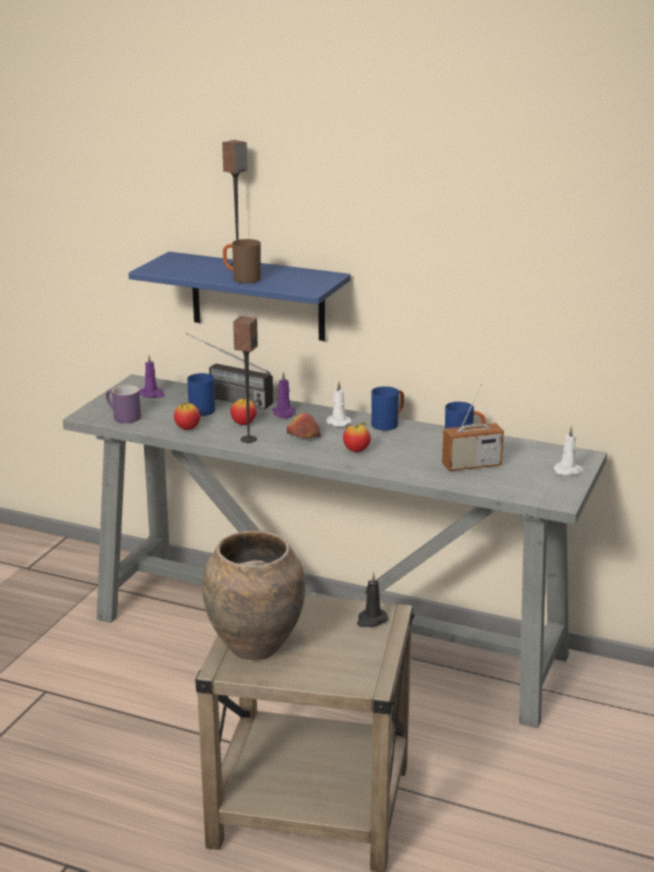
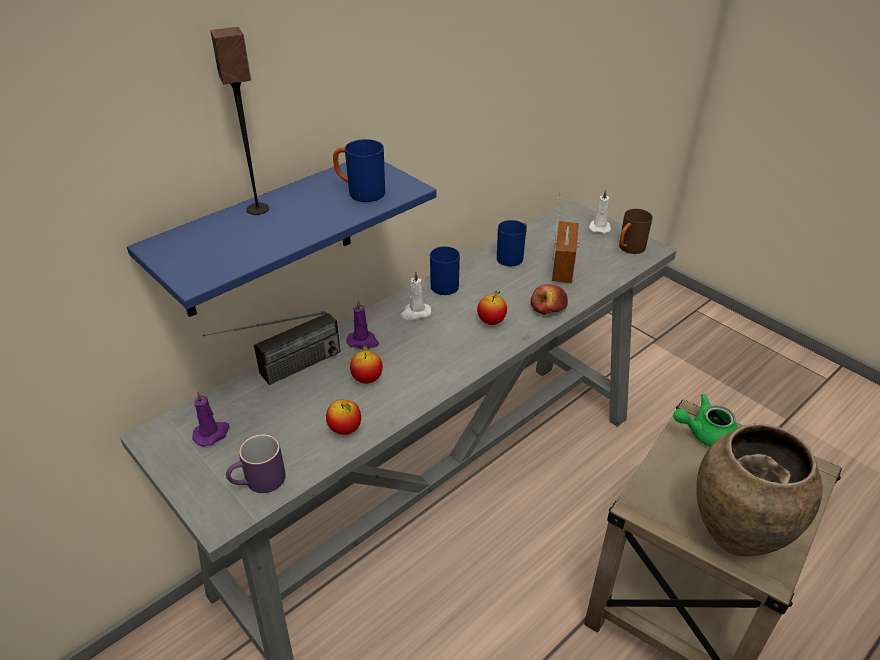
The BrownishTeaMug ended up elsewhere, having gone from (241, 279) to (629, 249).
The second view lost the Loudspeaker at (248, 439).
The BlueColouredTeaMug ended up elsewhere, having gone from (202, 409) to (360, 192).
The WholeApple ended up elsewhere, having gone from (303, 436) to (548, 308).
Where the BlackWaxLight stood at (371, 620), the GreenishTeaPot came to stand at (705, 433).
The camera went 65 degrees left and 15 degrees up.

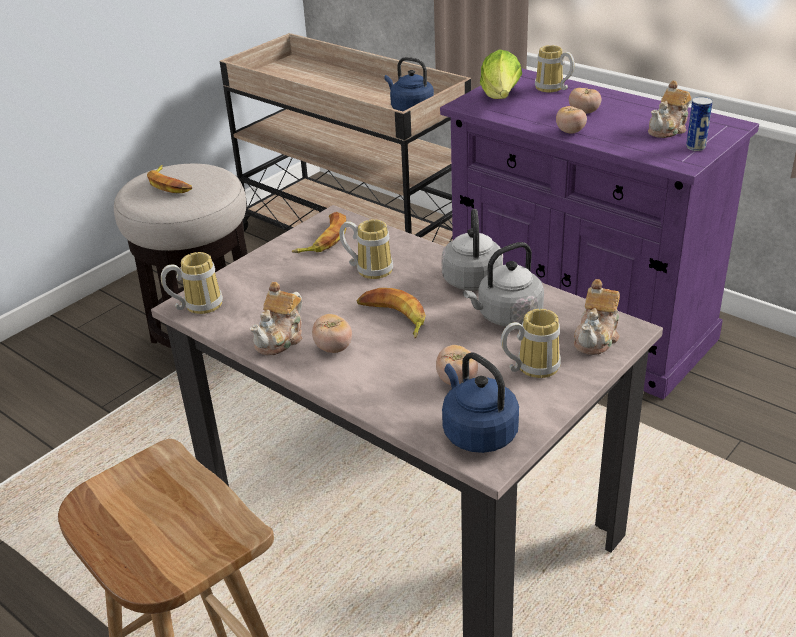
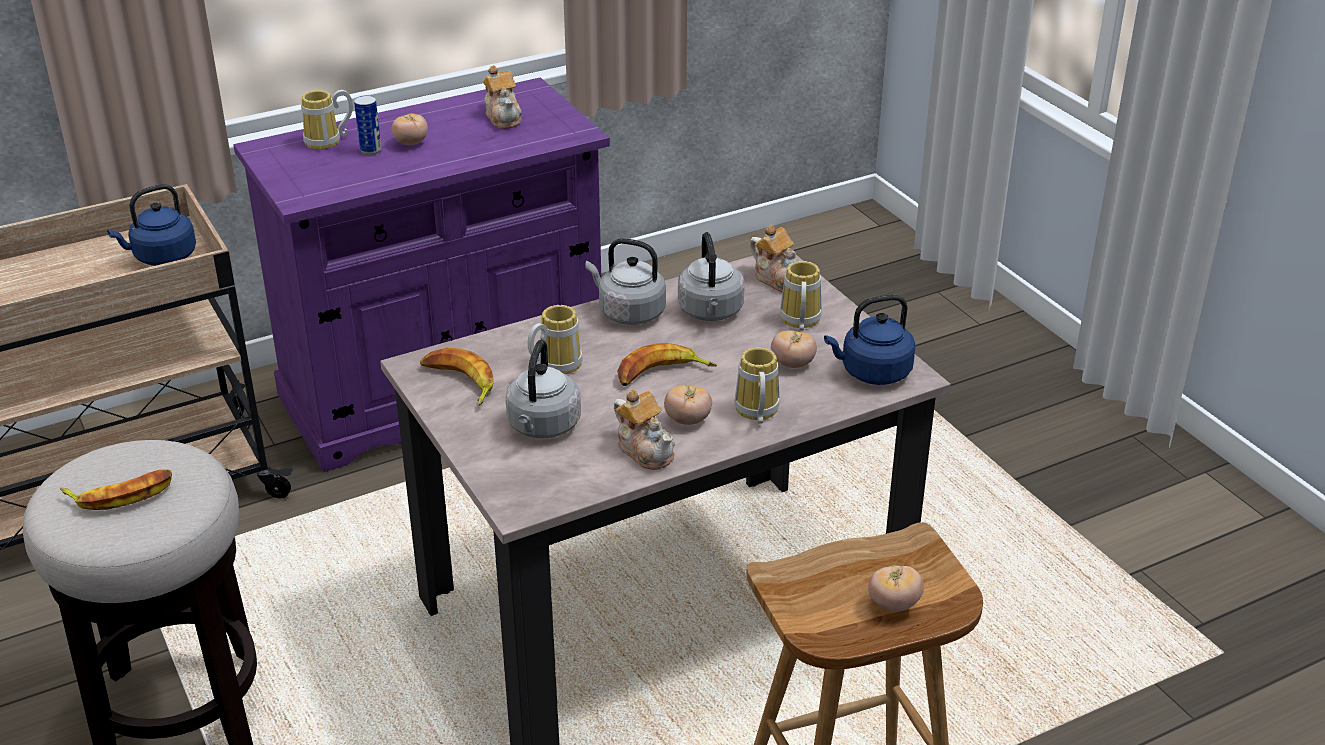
The second view lost the Lettuce at (500, 98).
The MetalCan ended up elsewhere, having gone from (695, 147) to (370, 150).
The WholeTomato ended up elsewhere, having gone from (570, 132) to (893, 604).
The TeaMug ended up elsewhere, having gone from (198, 305) to (754, 412).
The second view gained the GreyishTeaKettle at (543, 427).
The camera went 70 degrees left and 0 degrees up.

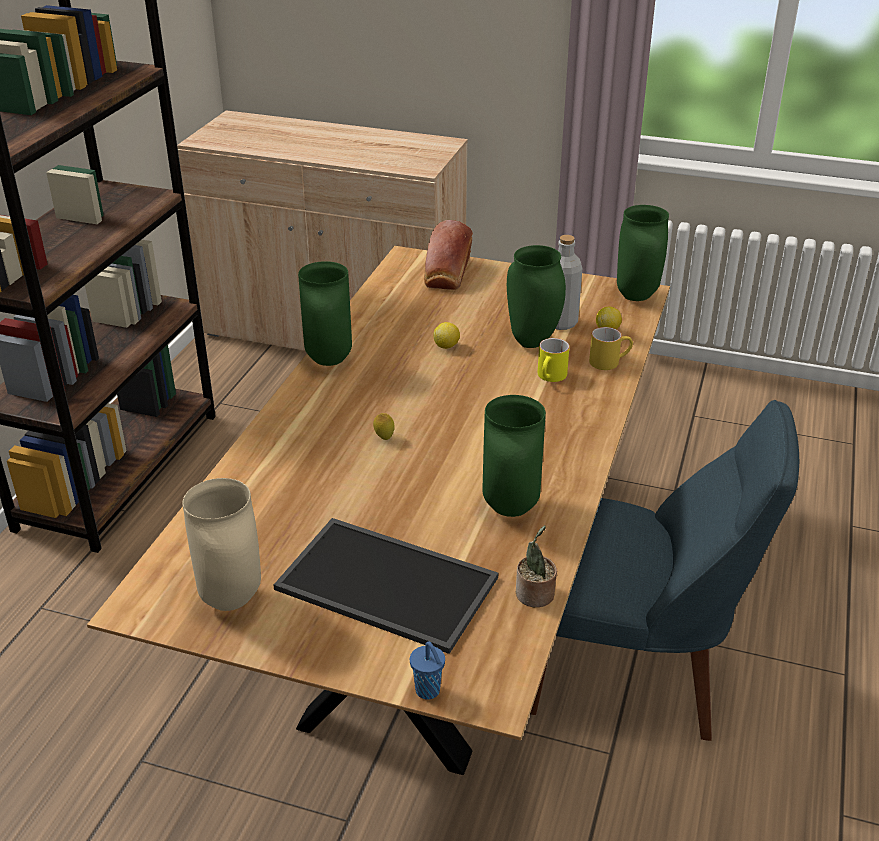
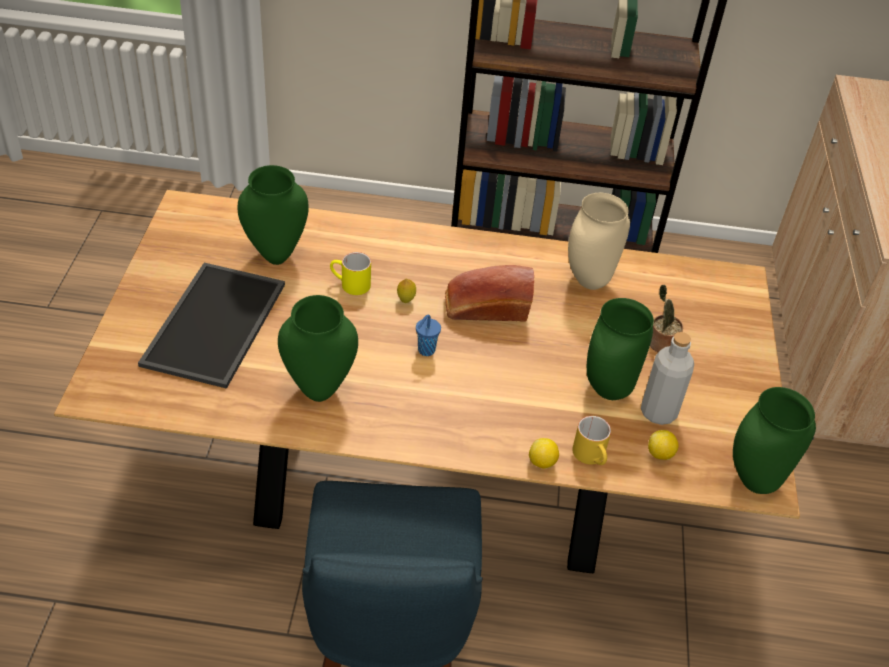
The BakedBread ended up elsewhere, having gone from (447, 274) to (485, 308).
The GreenishVase ended up elsewhere, having gone from (327, 360) to (276, 255).
The WholeLemon ended up elsewhere, having gone from (446, 346) to (542, 462).
The YellowTeaMug ended up elsewhere, having gone from (551, 377) to (350, 285).
The BeigeVase ended up elsewhere, having gone from (233, 599) to (589, 282).
The PottedPlant ended up elsewhere, having gone from (535, 596) to (660, 343).
The BlueColouredCup ended up elsewhere, having gone from (428, 691) to (425, 351).
The camera went 75 degrees right and 10 degrees up.

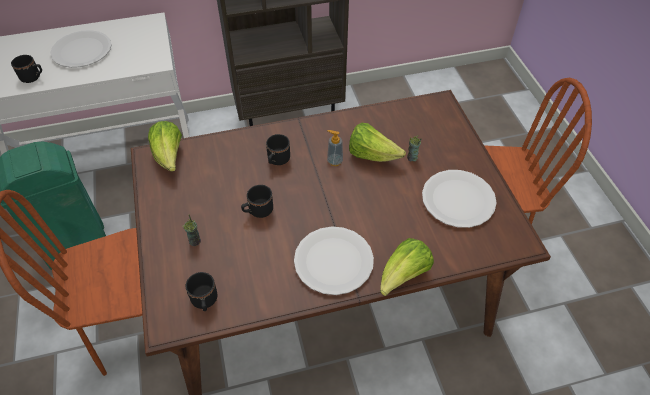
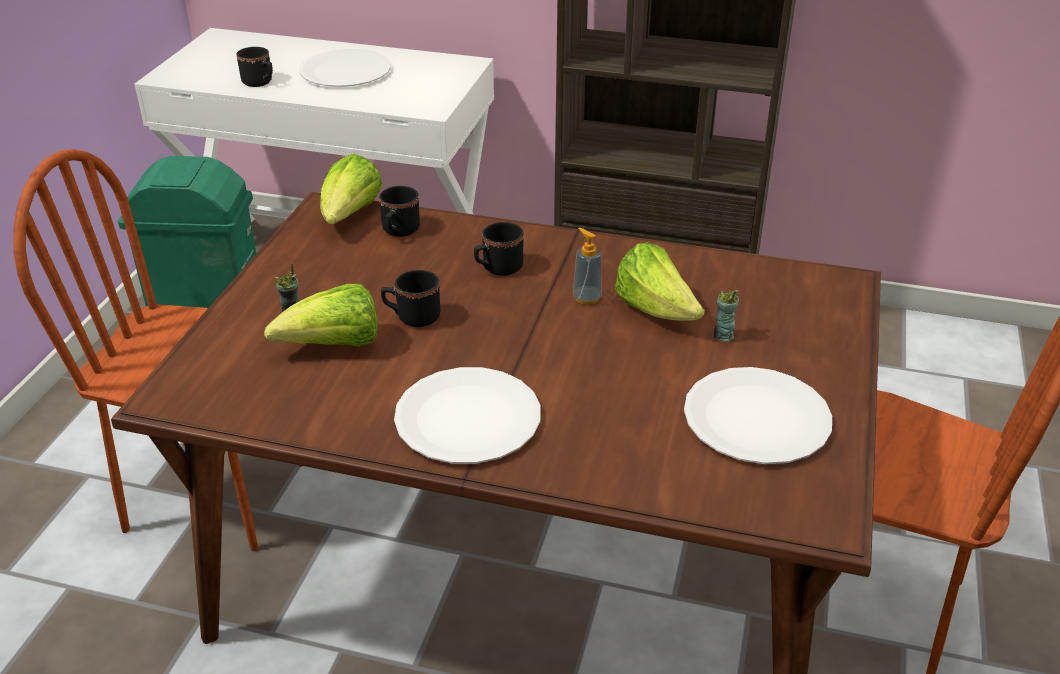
The Lettuce ended up elsewhere, having gone from (403, 276) to (334, 346).
The BlackTeaMug ended up elsewhere, having gone from (205, 302) to (399, 232).
The camera went 30 degrees right and 15 degrees down.

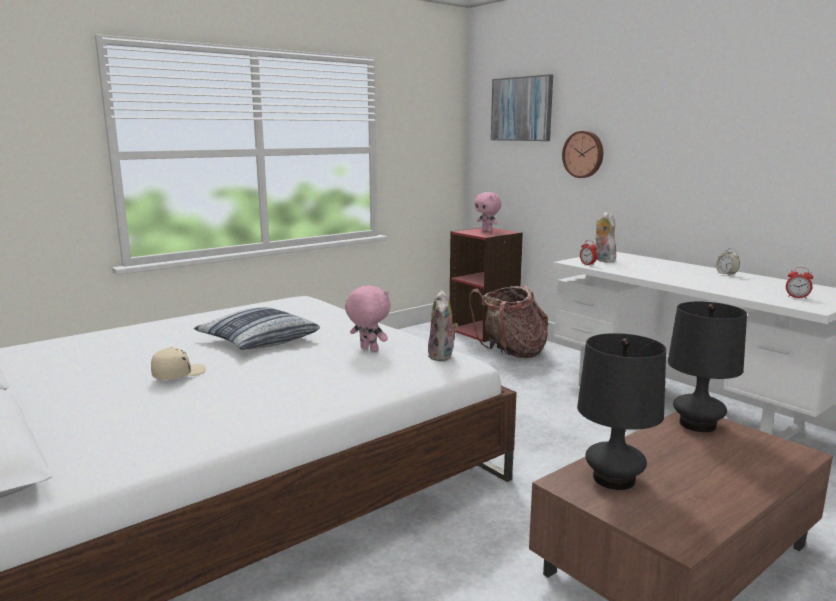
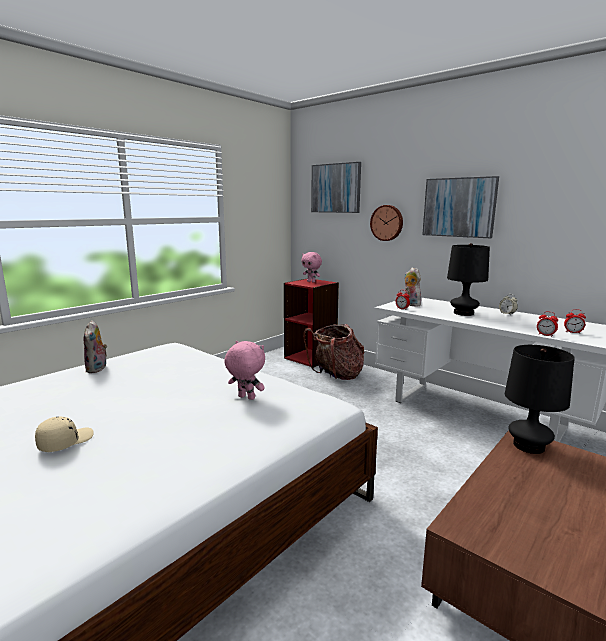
The PlushToy ended up elsewhere, having gone from (442, 356) to (97, 369).
The second view lost the Cushion at (258, 341).
The BlackTabletopLamp ended up elsewhere, having gone from (614, 479) to (463, 313).
The second view gained the Picture at (459, 207).
The second view gained the TableClock at (545, 335).
The camera went 10 degrees left and 0 degrees up.

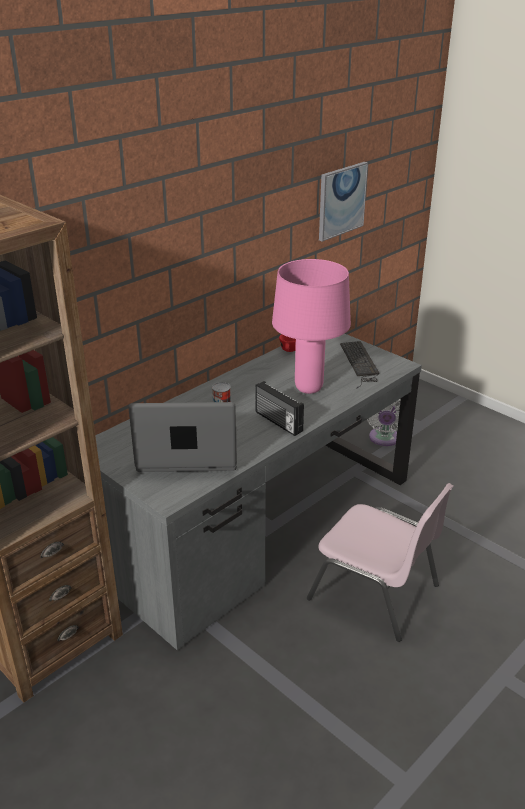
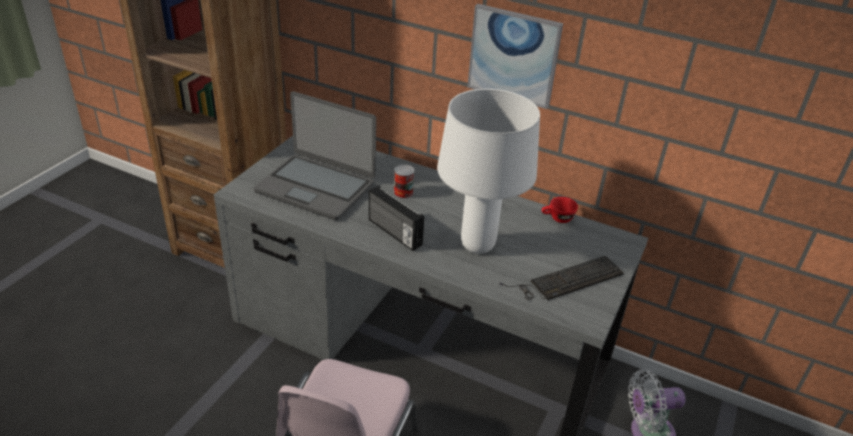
The Picture ended up elsewhere, having gone from (341, 200) to (513, 55).
What was the PinkColouredTabletopLamp at (308, 388) turned into the WhiteColouredTabletopLamp at (478, 245).
The RadioSet at (277, 422) ended up facing another way, 75 degrees counterclockwise from before.
The NotebookComputer at (188, 452) ended up facing another way, 135 degrees clockwise from before.
The camera went 70 degrees right and 5 degrees up.

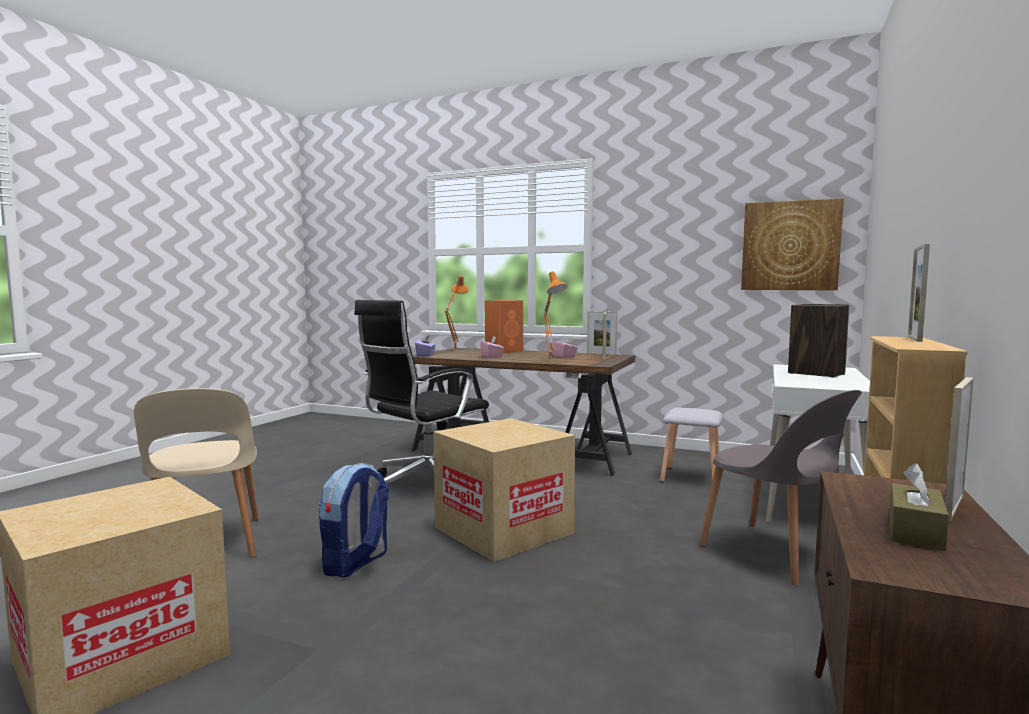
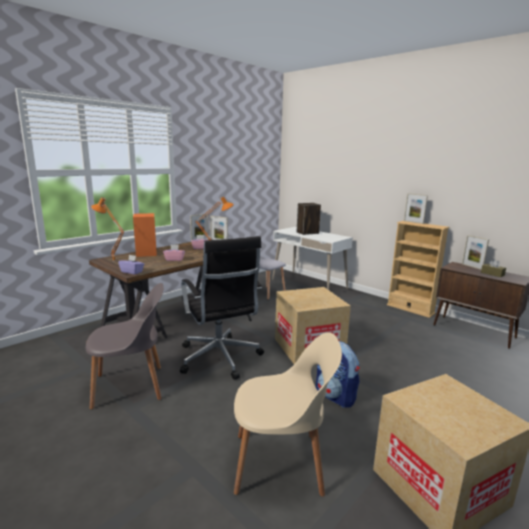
The second view lost the Picture at (790, 246).
The GreyishUprightChair ended up elsewhere, having gone from (775, 553) to (131, 386).
The camera went 70 degrees left and 10 degrees up.

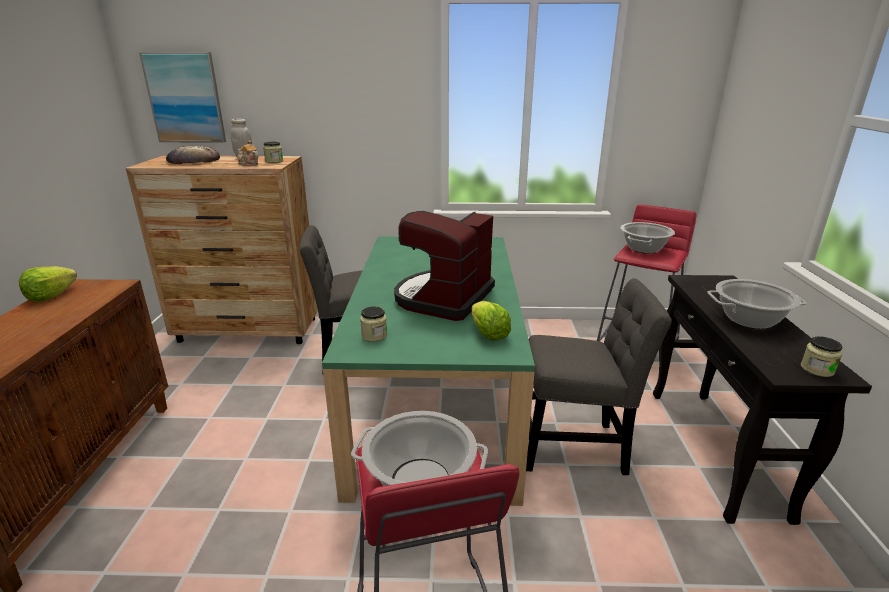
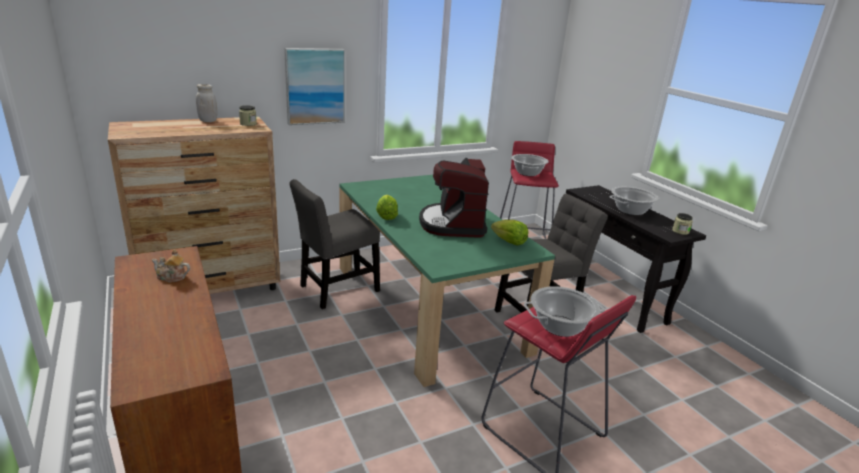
The Picture ended up elsewhere, having gone from (185, 98) to (315, 86).
The TeaPot ended up elsewhere, having gone from (248, 164) to (172, 277).
The second view lost the BakedBread at (193, 160).
The Lettuce ended up elsewhere, having gone from (51, 296) to (386, 216).
The second view lost the Jar at (374, 335).
The camera went 30 degrees left and 0 degrees up.

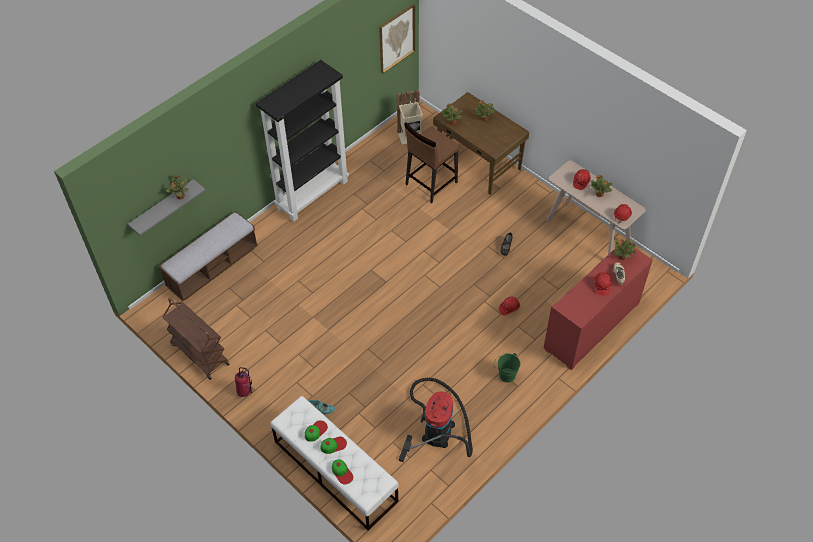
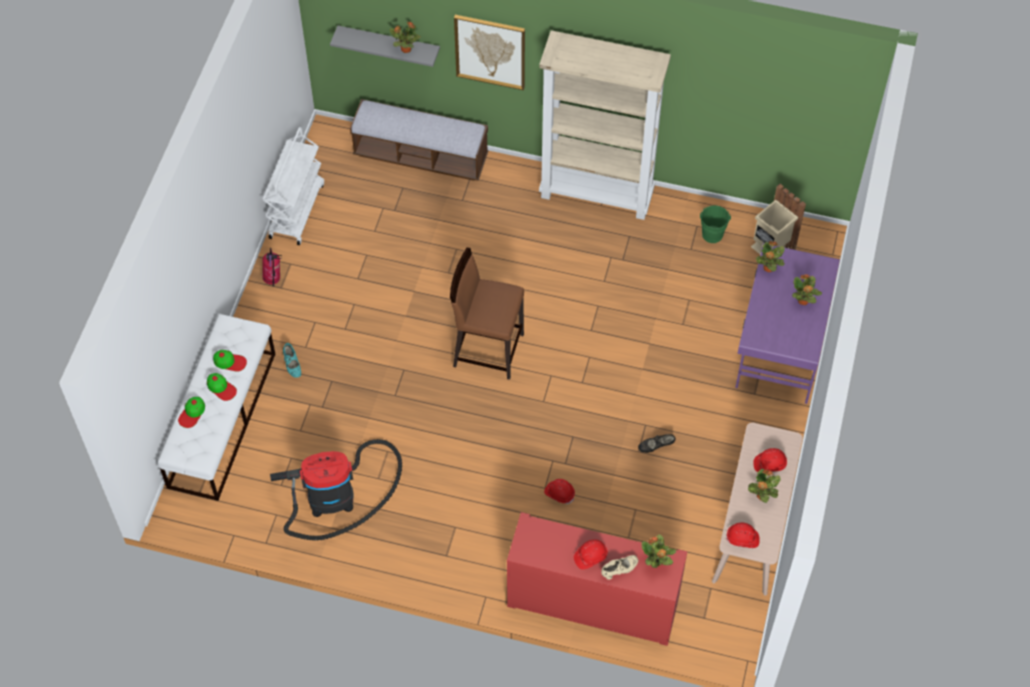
The Picture ended up elsewhere, having gone from (396, 38) to (490, 51).
What was the BlackShelvingUnit at (312, 194) turned into the BeigeShelvingUnit at (597, 194).
What was the BrownishDeskTable at (478, 164) turned into the PurplishDeskTable at (779, 350).
The BrownishSittingStool ended up elsewhere, having gone from (430, 183) to (487, 349).
What was the BrownishTrolley at (199, 354) turned into the WhiteColouredTrolley at (296, 210).
The GreenishWaterBucket ended up elsewhere, having gone from (505, 374) to (712, 232).
The camera went 60 degrees right and 5 degrees up.

